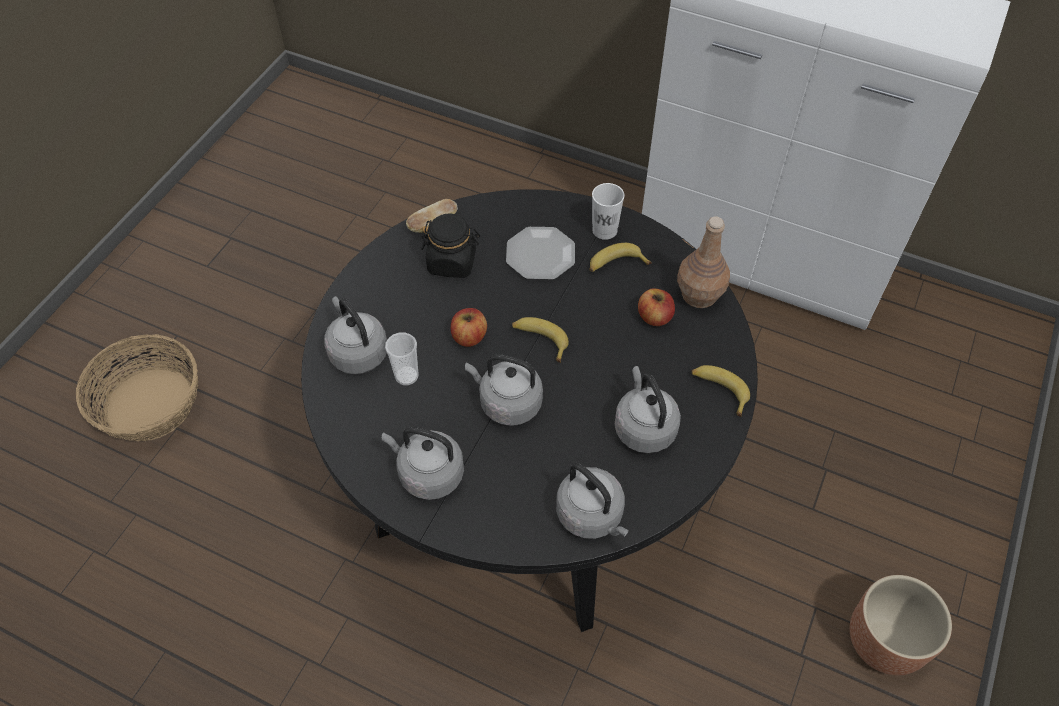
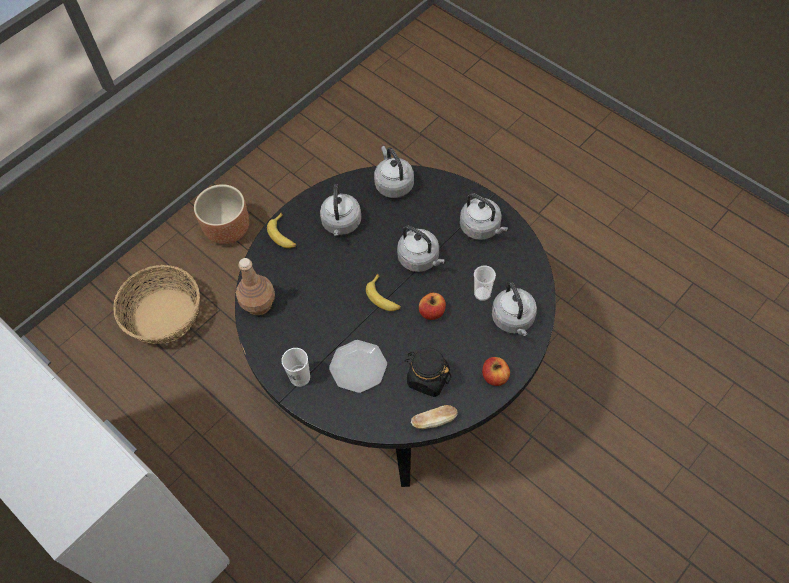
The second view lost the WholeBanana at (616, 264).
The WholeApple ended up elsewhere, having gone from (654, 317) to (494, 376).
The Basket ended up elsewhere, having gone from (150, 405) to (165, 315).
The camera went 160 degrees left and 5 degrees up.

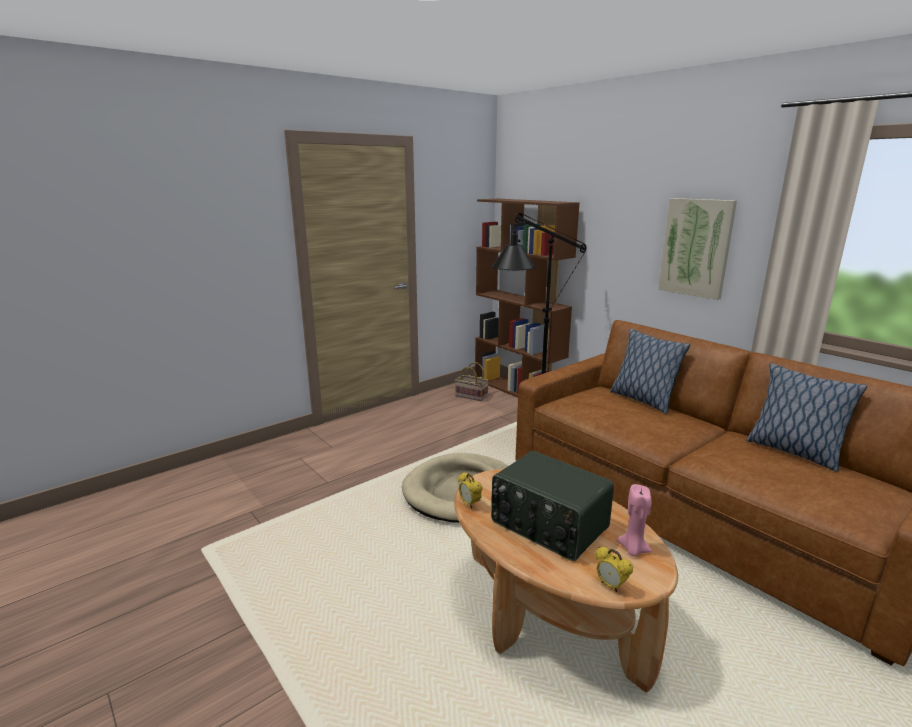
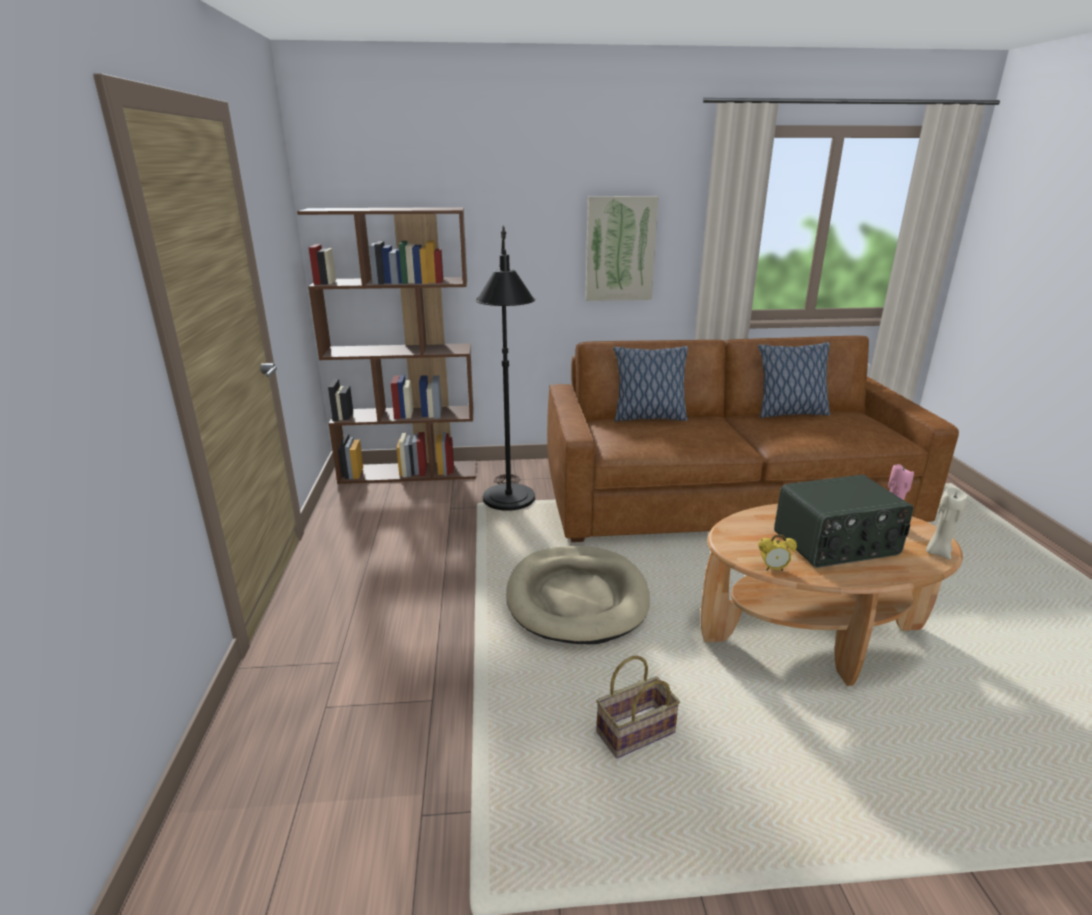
The Basket ended up elsewhere, having gone from (470, 396) to (635, 734).
Where the TableClock stood at (610, 585), the BeigeWaxLight came to stand at (937, 552).
The camera went 55 degrees left and 5 degrees up.

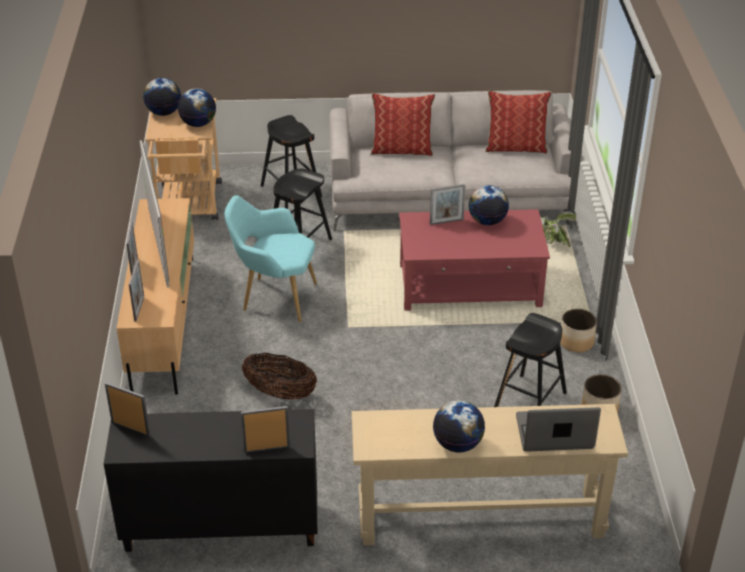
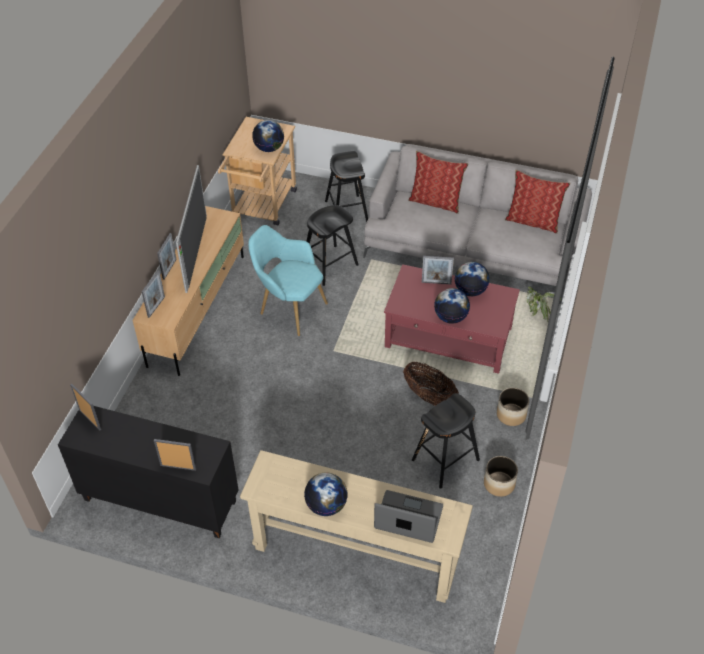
The WorldGlobe ended up elsewhere, having gone from (164, 112) to (451, 317).
The Basket ended up elsewhere, having gone from (280, 393) to (429, 396).
The camera went 20 degrees right and 10 degrees up.

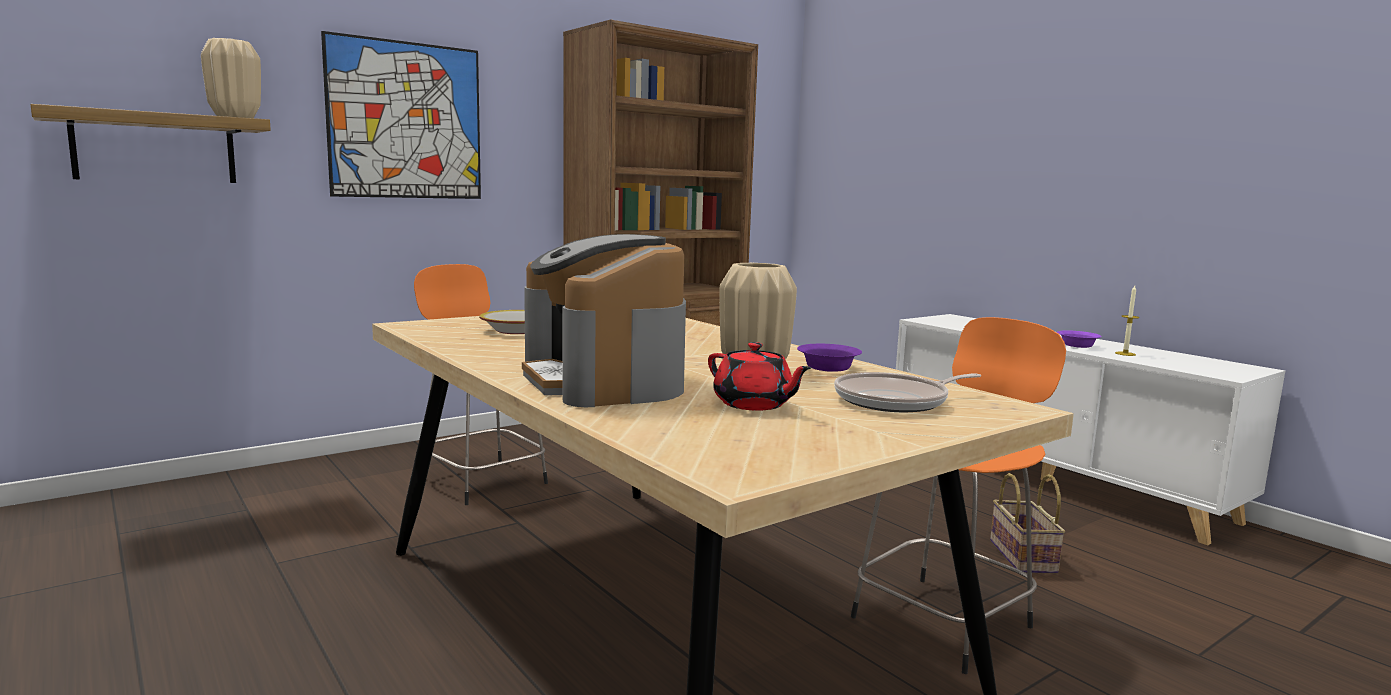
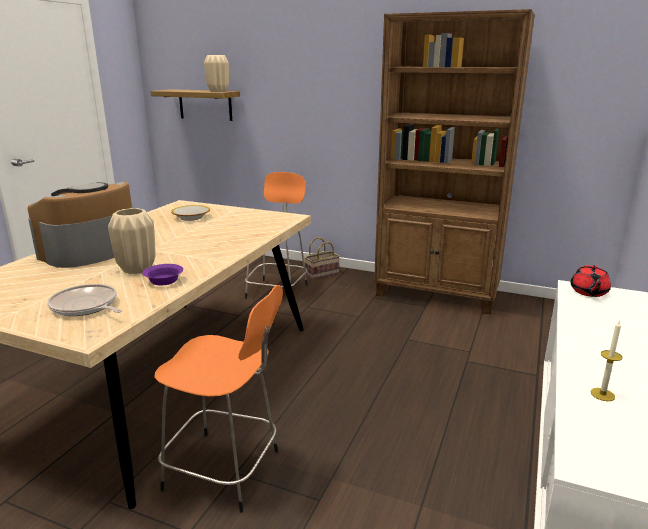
The second view lost the Picture at (406, 121).
The second view lost the PurplishDeepDish at (1076, 345).
The RedTeaPot ended up elsewhere, having gone from (754, 404) to (588, 292).
The Basket ended up elsewhere, having gone from (1020, 555) to (322, 273).
The camera went 60 degrees right and 10 degrees up.

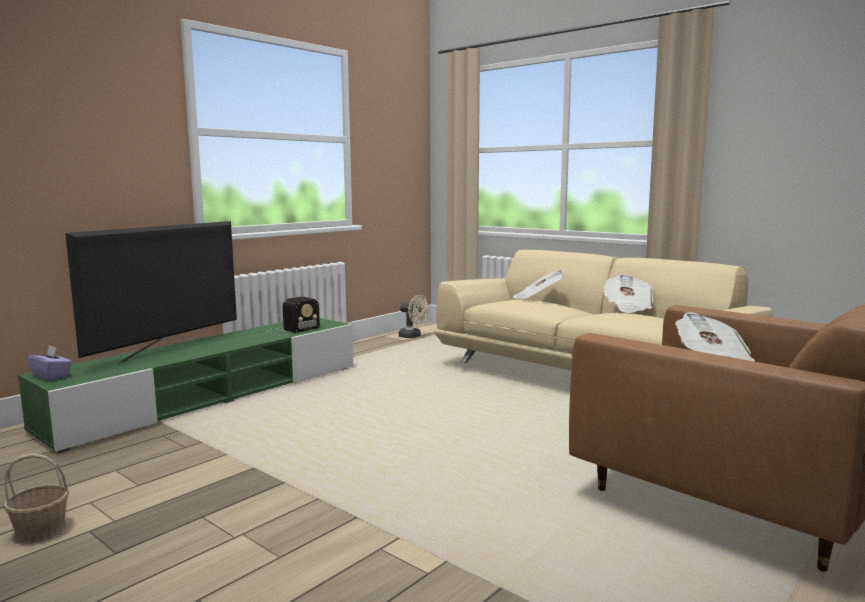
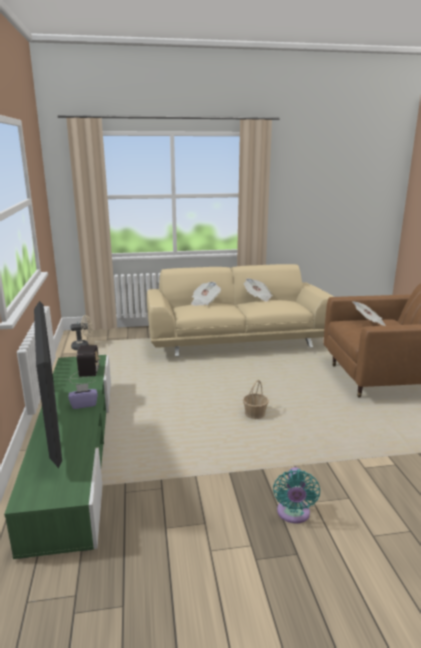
The PurplishTissueHolder ended up elsewhere, having gone from (52, 376) to (84, 404).
The Basket ended up elsewhere, having gone from (41, 531) to (255, 414).
The second view gained the TurquoiseFan at (293, 514).
The camera went 50 degrees left and 10 degrees up.

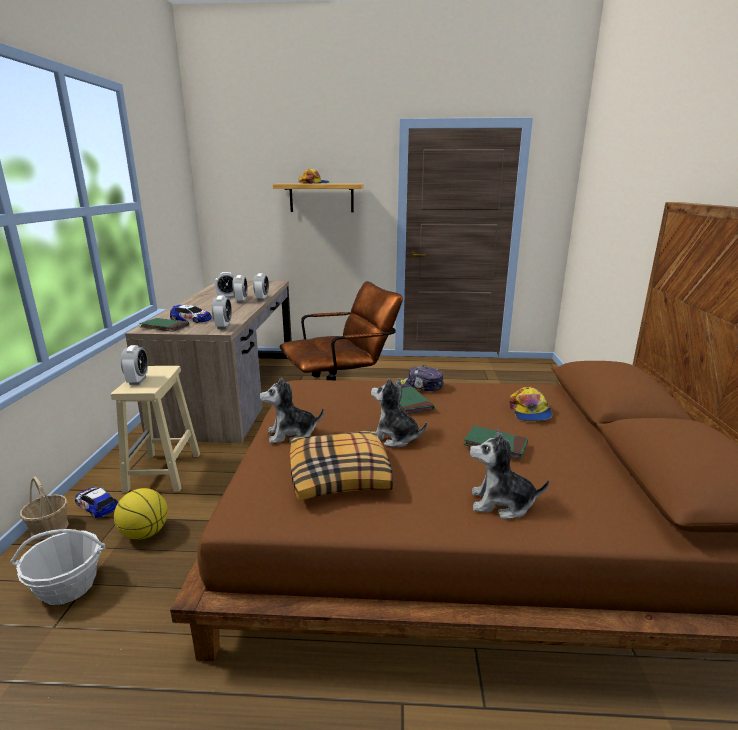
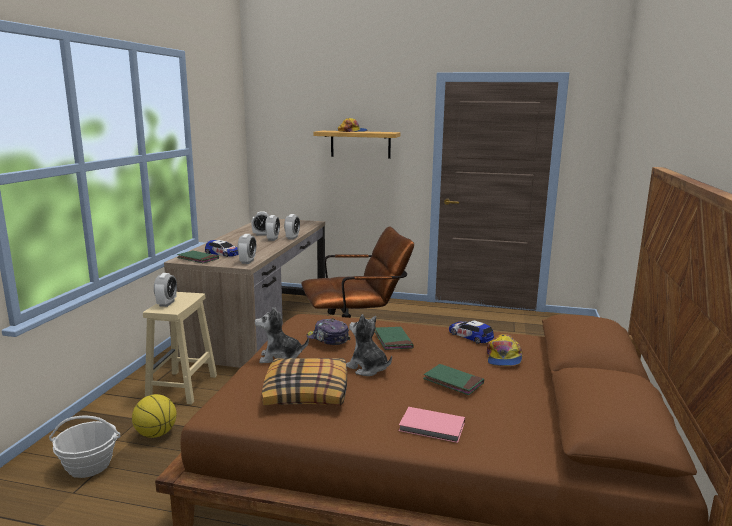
The PeakedCap ended up elsewhere, having gone from (421, 386) to (328, 339).
Where the PlushToy stood at (501, 504), the PinkColouredBook came to stand at (432, 427).
The second view lost the Basket at (50, 528).
The MiniatureCar ended up elsewhere, having gone from (97, 505) to (470, 336).
The camera went 10 degrees right and 5 degrees down.

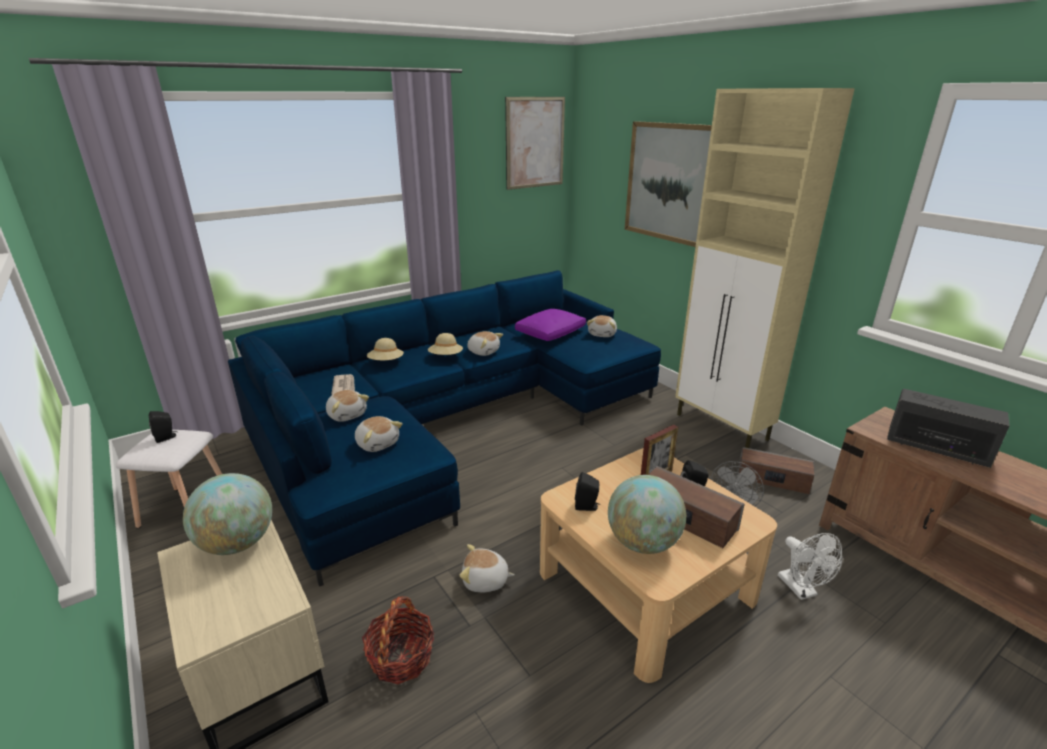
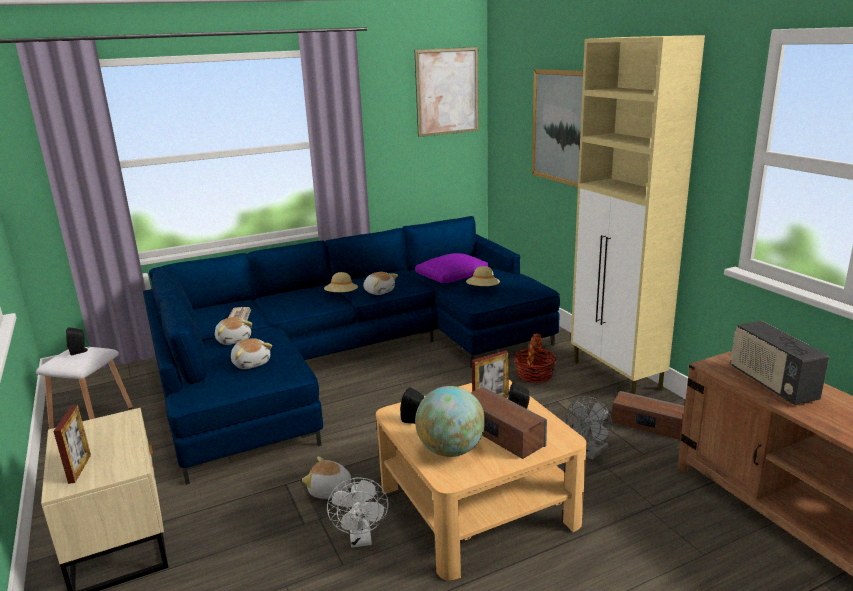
The second view lost the PlushToy at (602, 334).
The BeigeClothingHat ended up elsewhere, having gone from (386, 362) to (483, 289).
The RadioSet at (937, 448) ended up facing another way, 150 degrees counterclockwise from before.
The second view lost the WorldGlobe at (237, 543).
The WhiteColouredFan ended up elsewhere, having gone from (801, 590) to (361, 539).
The Basket ended up elsewhere, having gone from (401, 657) to (534, 375).
The second view gained the PictureFrame at (79, 468).
The camera went 10 degrees right and 5 degrees down.

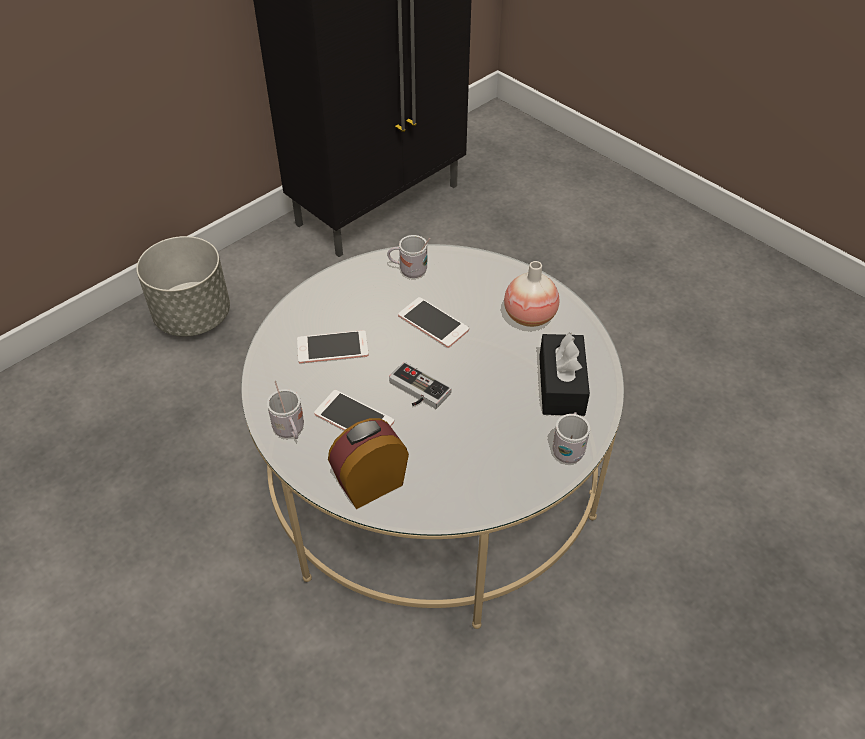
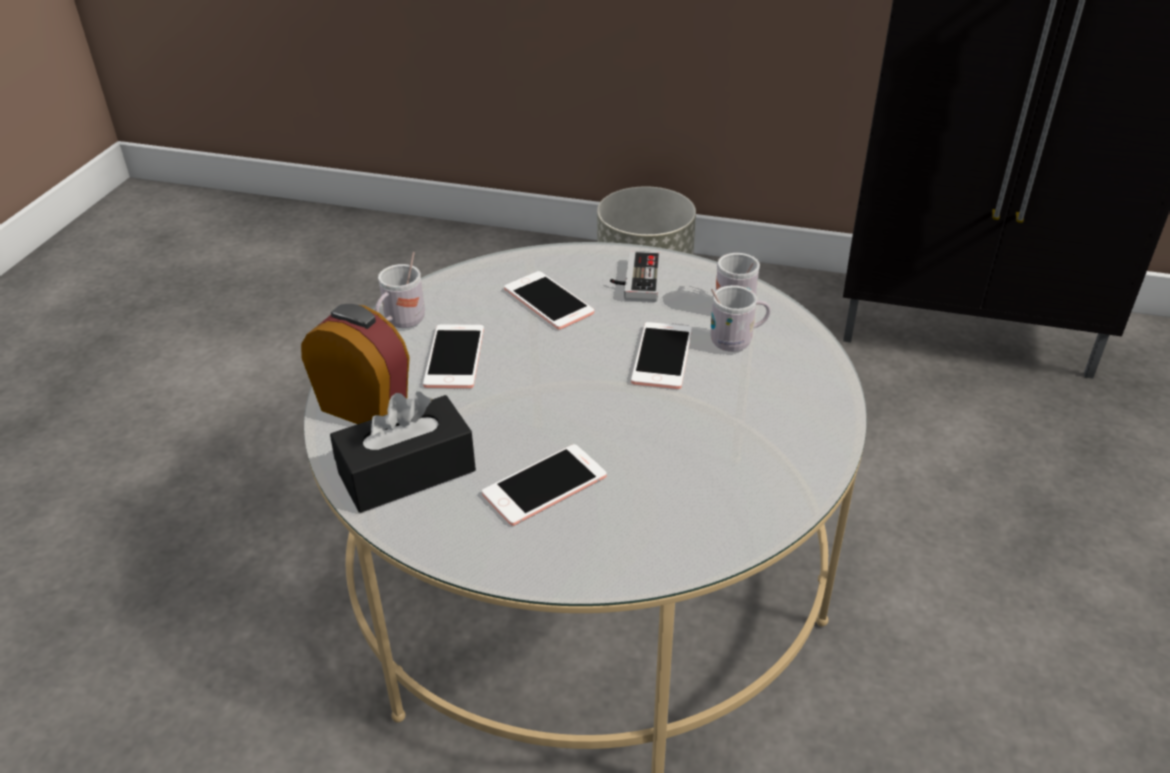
The second view lost the Vase at (529, 316).
The BlackTissueHolder ended up elsewhere, having gone from (561, 385) to (407, 472).
The Gamepad ended up elsewhere, having gone from (416, 392) to (635, 280).
The WhiteColouredTeaMug ended up elsewhere, having gone from (568, 448) to (737, 341).
The second view gained the Phone at (544, 485).
The camera went 60 degrees right and 10 degrees down.

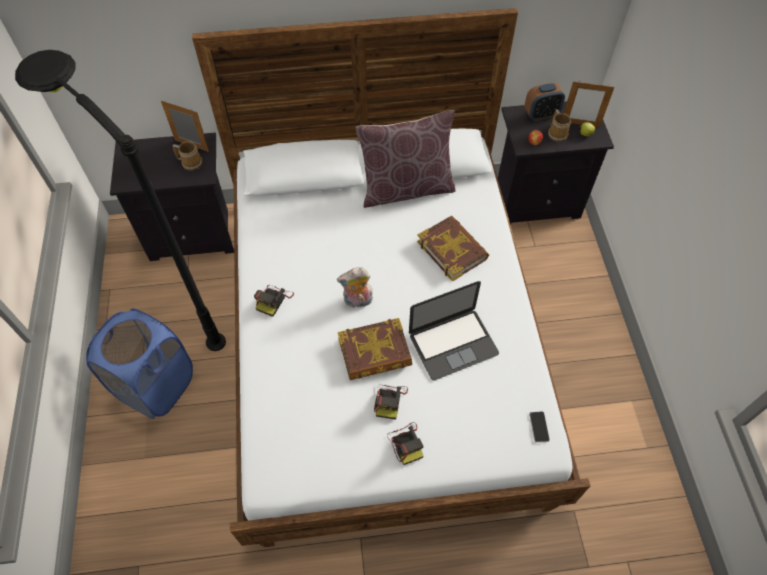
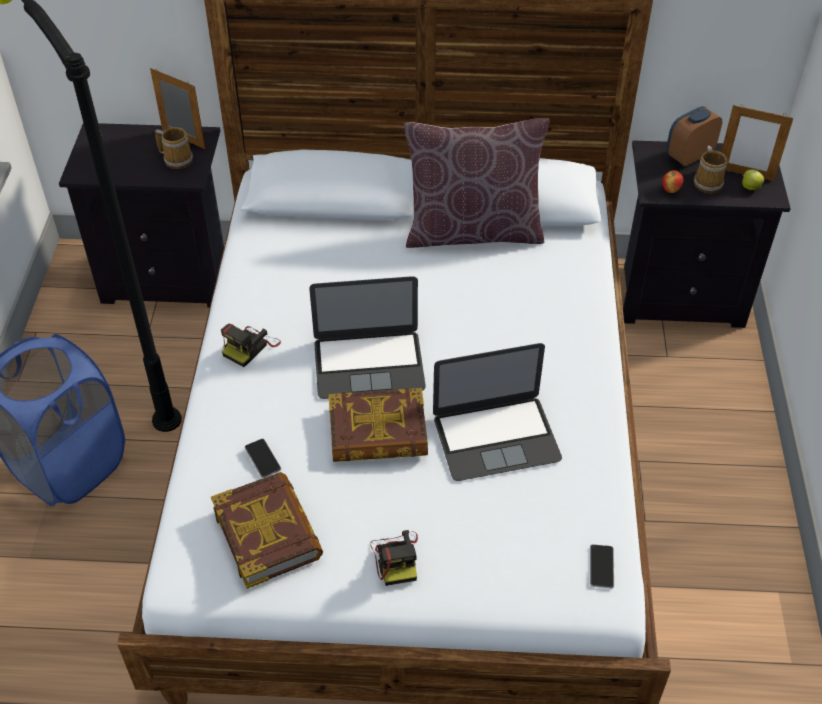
The TableClock at (541, 115) ended up facing another way, 150 degrees clockwise from before.
The Book ended up elsewhere, having gone from (452, 250) to (268, 533).
Where the PlushToy stood at (357, 301), the NotebookComputer came to stand at (369, 364).
The second view lost the PhotoCamera at (389, 400).
The second view gained the Phone at (262, 459).
The camera went 10 degrees right and 10 degrees down.

